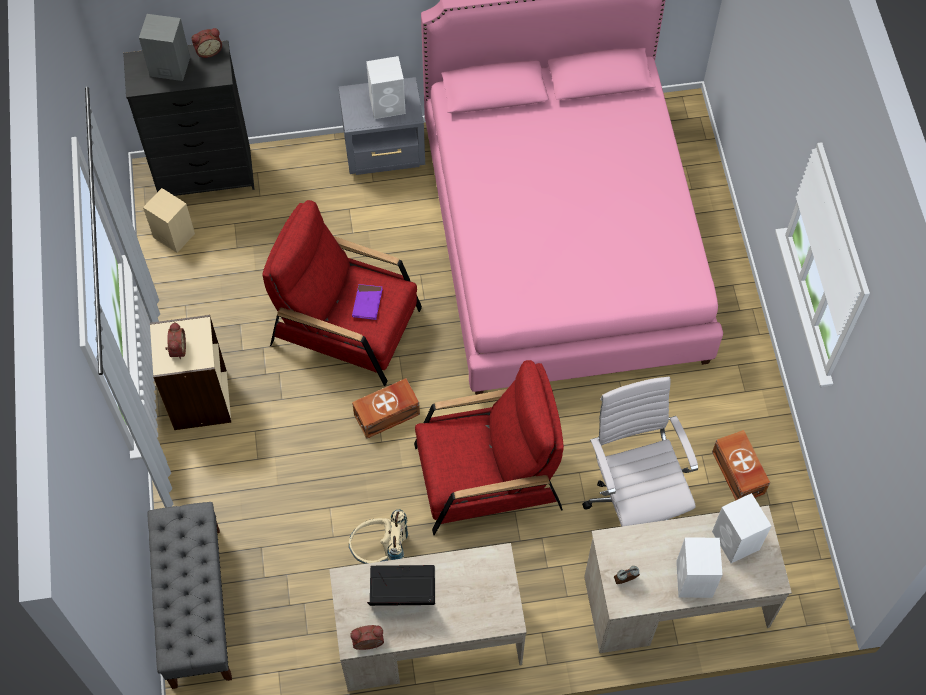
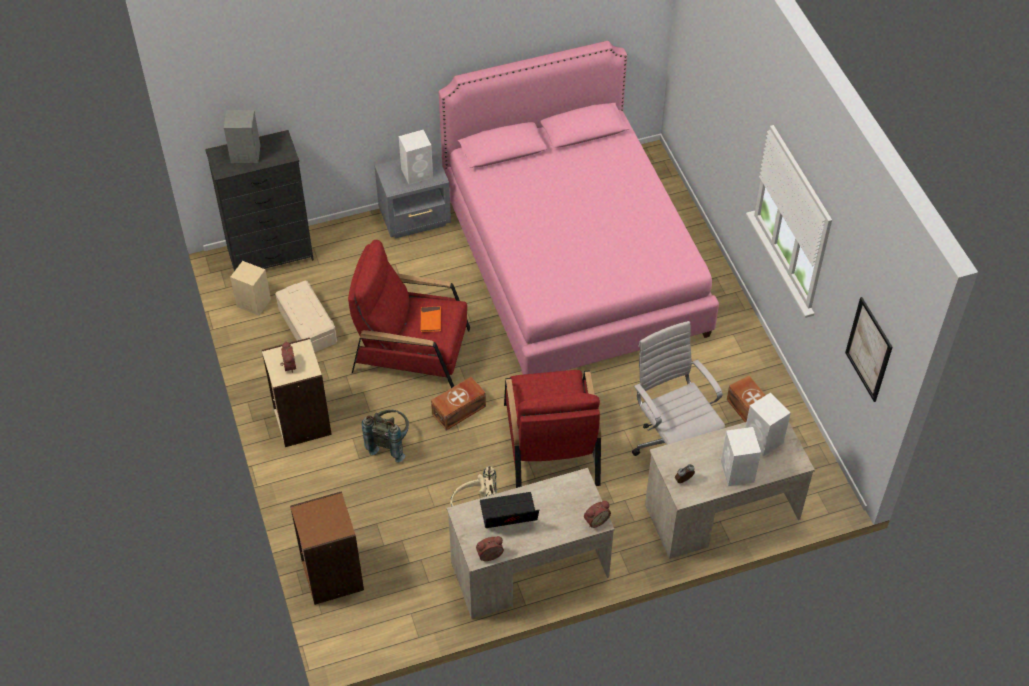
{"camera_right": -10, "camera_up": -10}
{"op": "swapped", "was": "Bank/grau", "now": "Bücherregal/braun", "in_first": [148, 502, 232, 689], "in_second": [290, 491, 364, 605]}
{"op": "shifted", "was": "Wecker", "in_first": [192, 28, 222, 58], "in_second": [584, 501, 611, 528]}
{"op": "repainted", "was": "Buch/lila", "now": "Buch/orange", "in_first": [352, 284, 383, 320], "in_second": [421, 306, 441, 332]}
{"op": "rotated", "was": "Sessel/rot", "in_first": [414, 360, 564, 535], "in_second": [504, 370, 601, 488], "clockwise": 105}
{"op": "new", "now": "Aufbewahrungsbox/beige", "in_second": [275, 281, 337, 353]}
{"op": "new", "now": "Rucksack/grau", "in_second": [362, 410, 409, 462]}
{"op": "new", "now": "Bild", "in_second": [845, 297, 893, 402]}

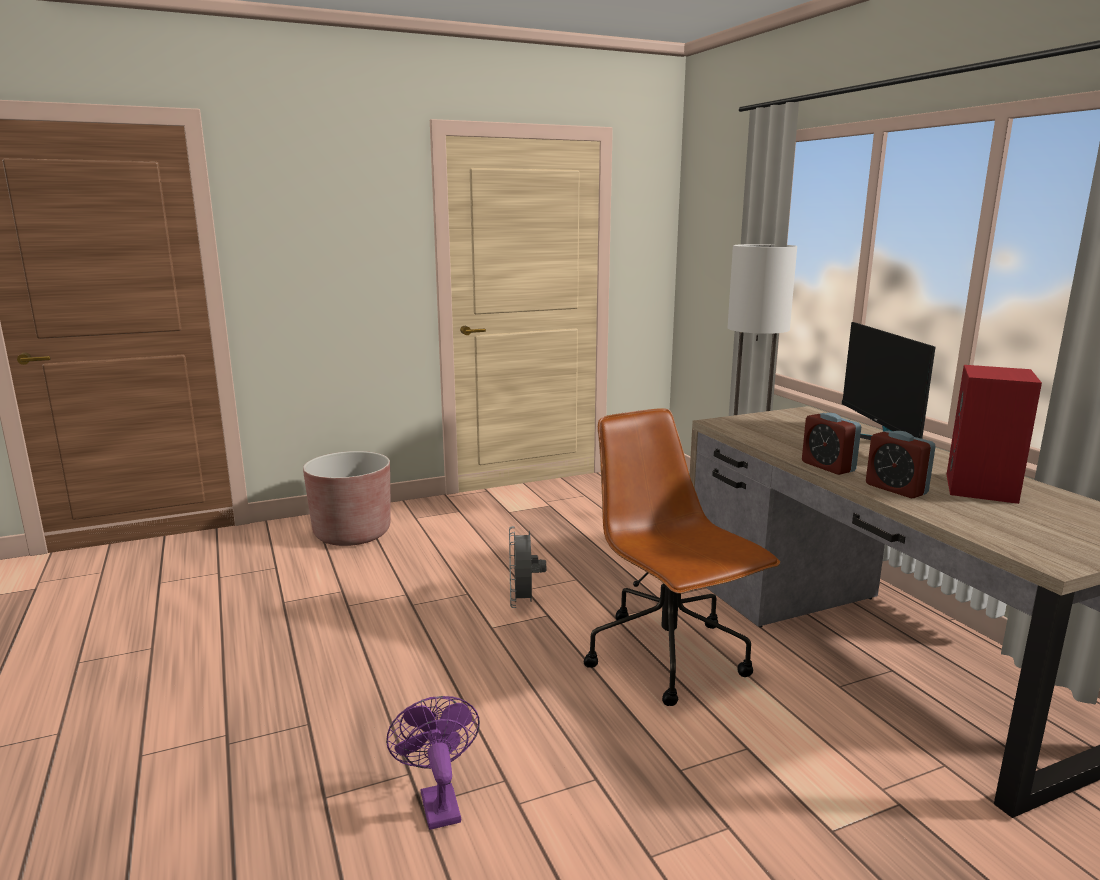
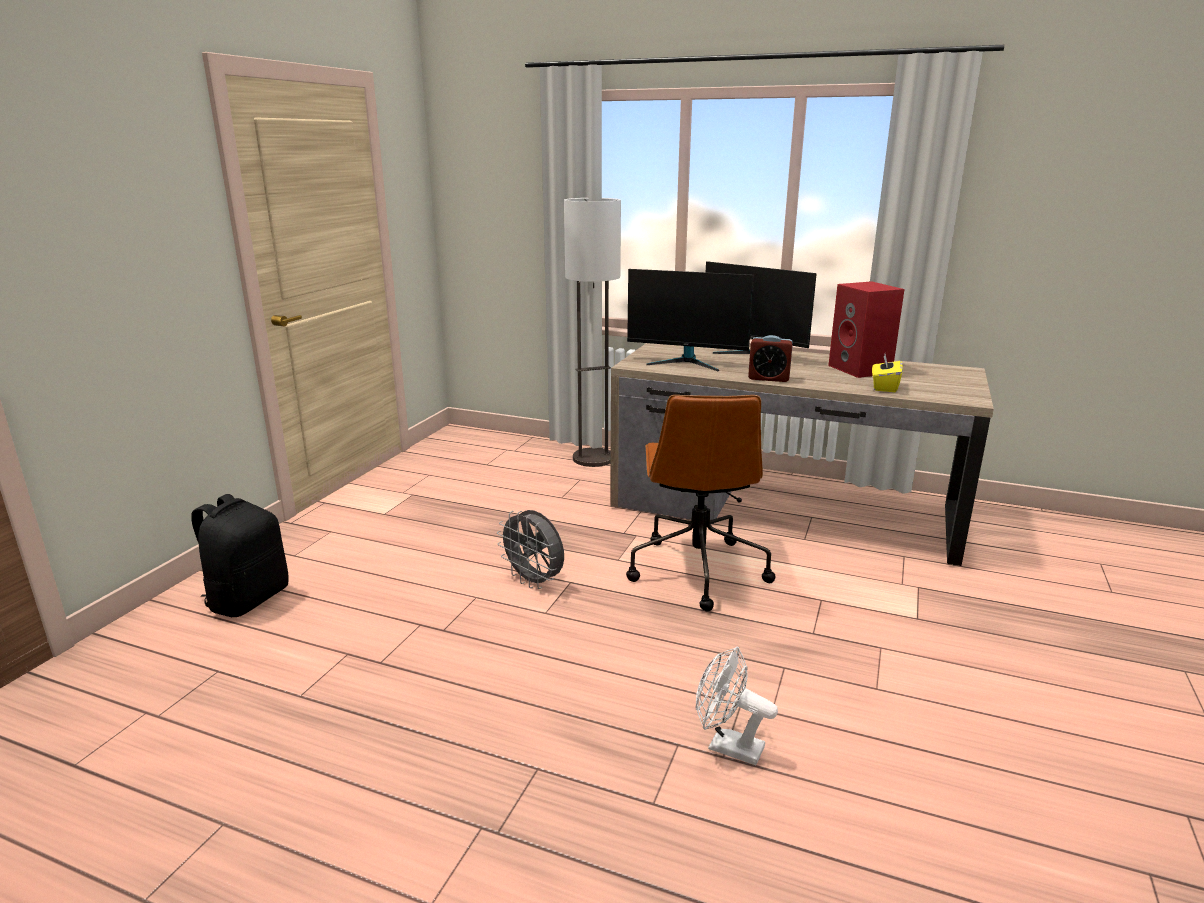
{"camera_right": -45, "camera_up": 5}
{"op": "swapped", "was": "Pflanzkübel/braun", "now": "Rucksack/schwarz", "in_first": [303, 451, 391, 546], "in_second": [191, 494, 288, 617]}
{"op": "repainted", "was": "Ventilator/lila", "now": "Ventilator/weiß", "in_first": [386, 696, 480, 830], "in_second": [696, 646, 778, 765]}
{"op": "rotated", "was": "Bürostuhl/braun", "in_first": [584, 408, 781, 706], "in_second": [626, 395, 776, 612], "clockwise": -105}
{"op": "gone", "was": "Wecker", "in_first": [866, 430, 936, 498]}
{"op": "new", "now": "Monitor", "in_second": [627, 269, 754, 371]}
{"op": "new", "now": "Taschentuchbox/gelb", "in_second": [872, 354, 903, 392]}

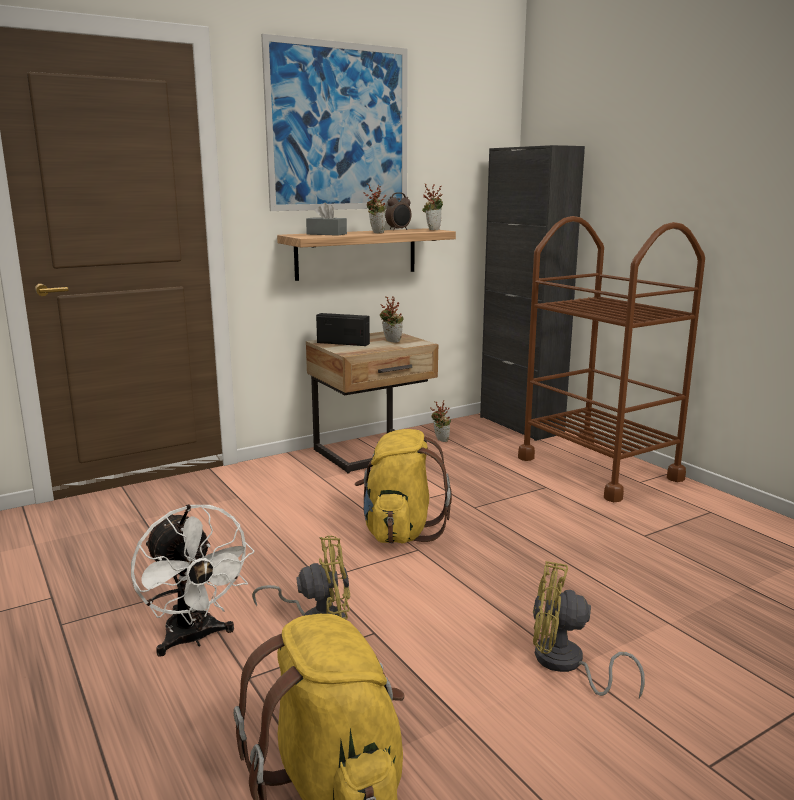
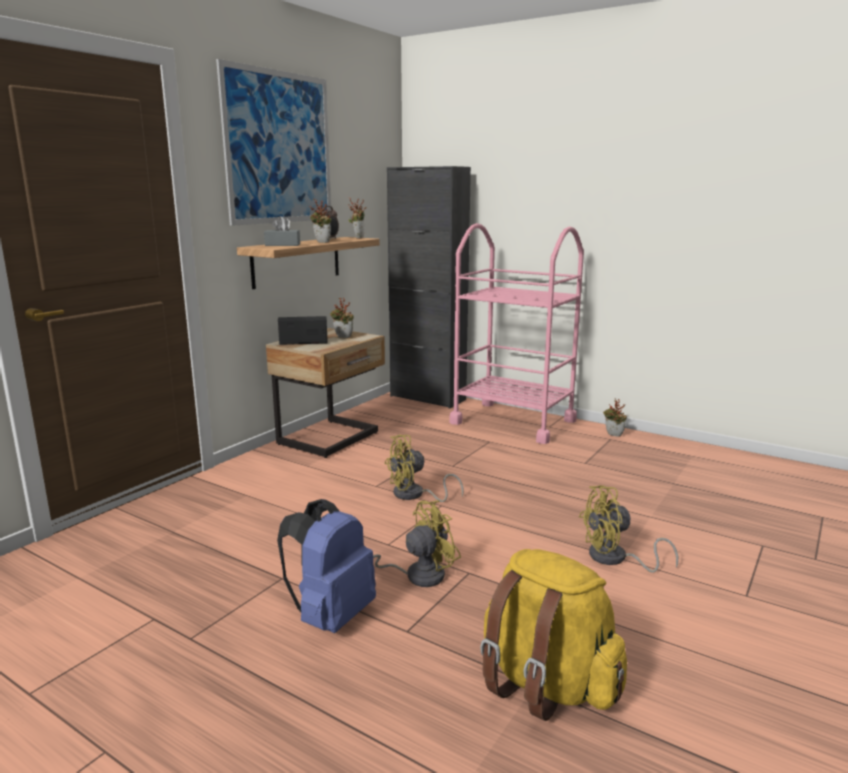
{"camera_right": -25, "camera_up": 0}
{"op": "swapped", "was": "Ventilator/weiß", "now": "Rucksack/blau", "in_first": [131, 504, 254, 657], "in_second": [277, 499, 376, 633]}
{"op": "swapped", "was": "Rucksack/gelb", "now": "Ventilator/gelb", "in_first": [355, 429, 452, 543], "in_second": [385, 435, 464, 502]}
{"op": "shifted", "was": "Topfpflanze", "in_first": [430, 400, 451, 442], "in_second": [603, 398, 627, 437]}
{"op": "repainted", "was": "Rollwagen/braun", "now": "Rollwagen/rosa", "in_first": [518, 216, 705, 502], "in_second": [449, 223, 584, 444]}

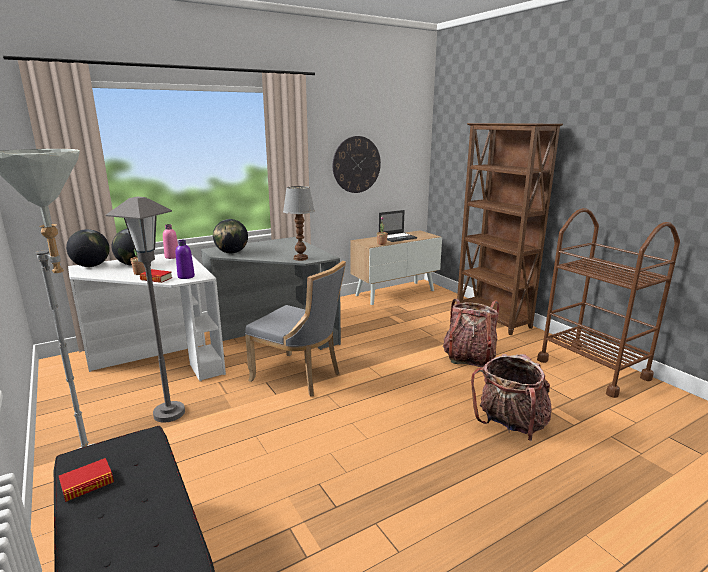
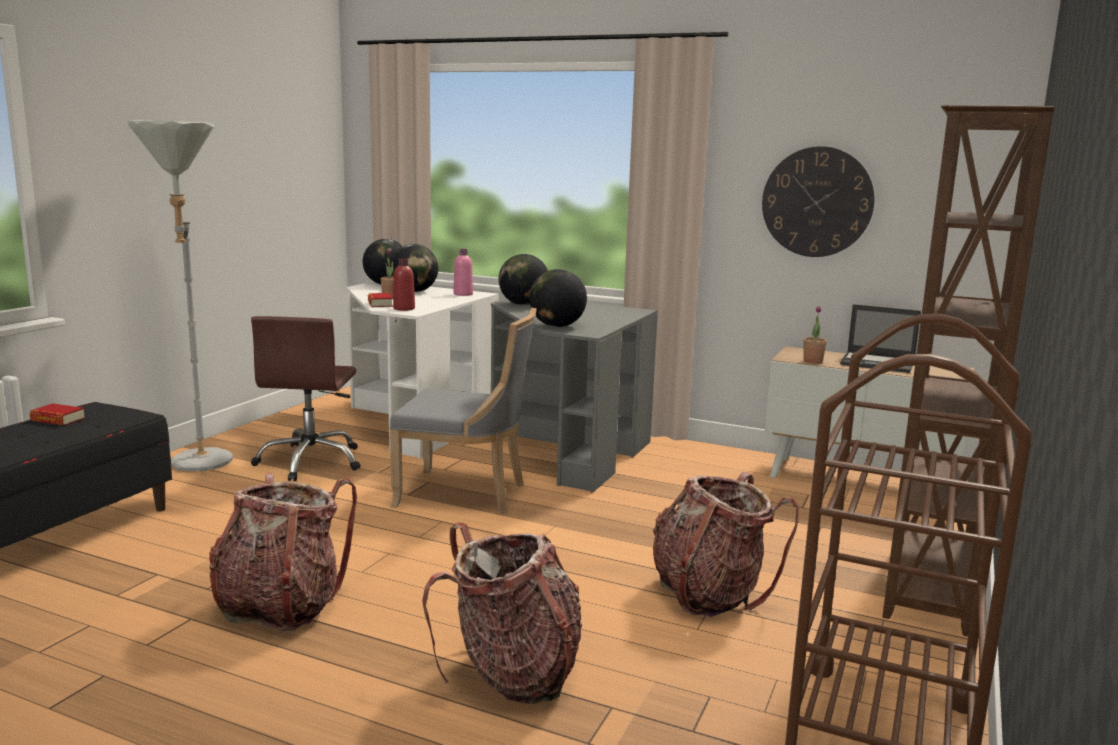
{"camera_right": 55, "camera_up": -5}
{"op": "swapped", "was": "Stehlampe/grau", "now": "Bürostuhl/braun", "in_first": [106, 197, 185, 422], "in_second": [251, 316, 361, 481]}
{"op": "repainted", "was": "Flasche/lila", "now": "Flasche/rot", "in_first": [176, 240, 195, 279], "in_second": [393, 259, 415, 311]}
{"op": "rotated", "was": "Stuhl/grau", "in_first": [245, 261, 346, 397], "in_second": [390, 307, 537, 514], "clockwise": -75}
{"op": "swapped", "was": "Tischlampe", "now": "Globus", "in_first": [283, 186, 315, 261], "in_second": [529, 269, 587, 327]}
{"op": "new", "now": "Rucksack", "in_second": [209, 473, 357, 631]}

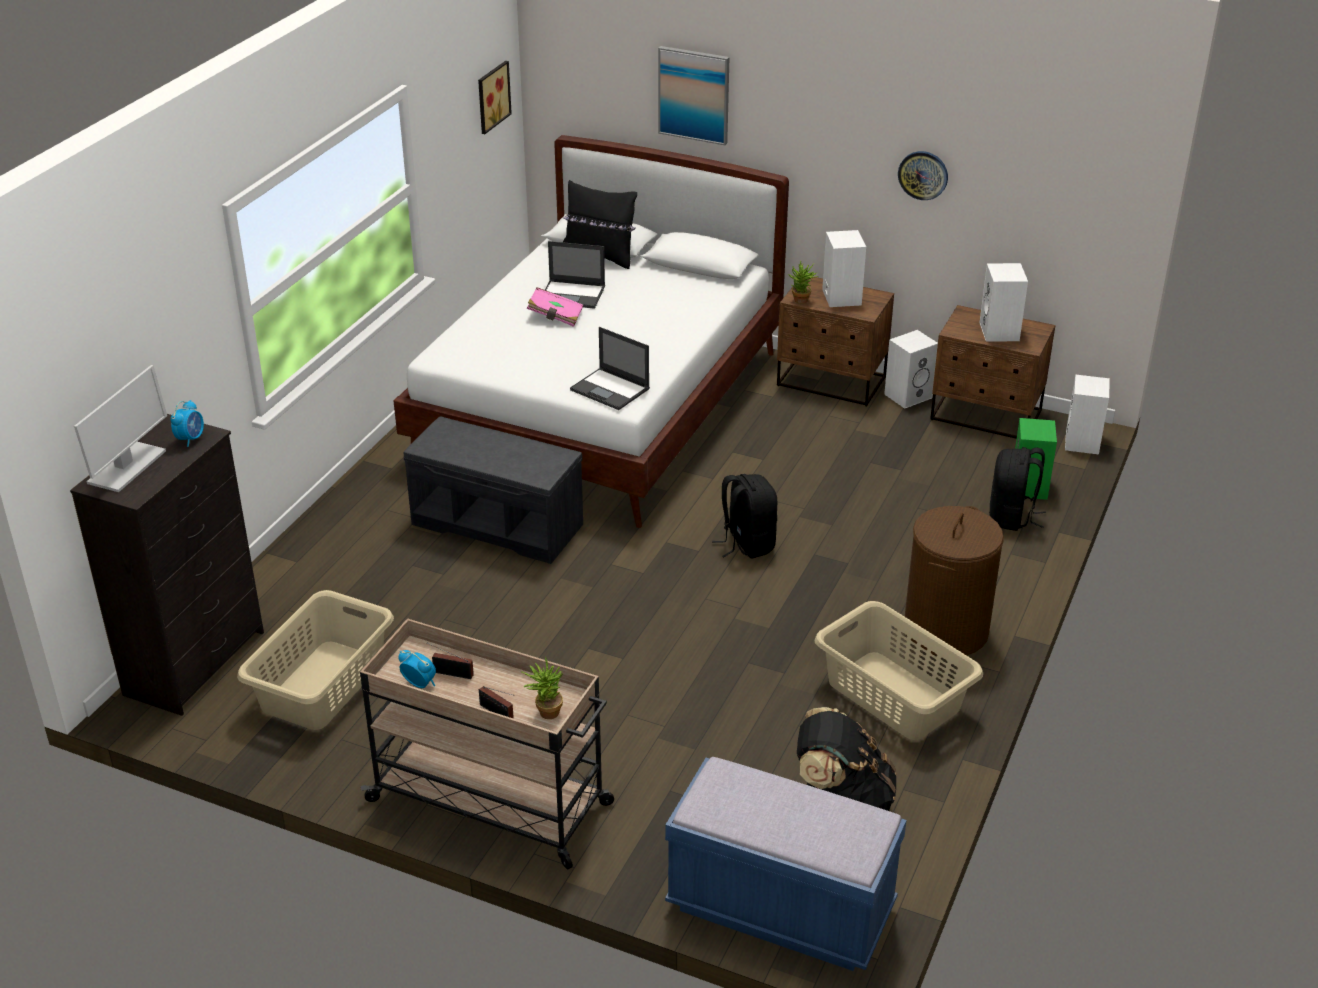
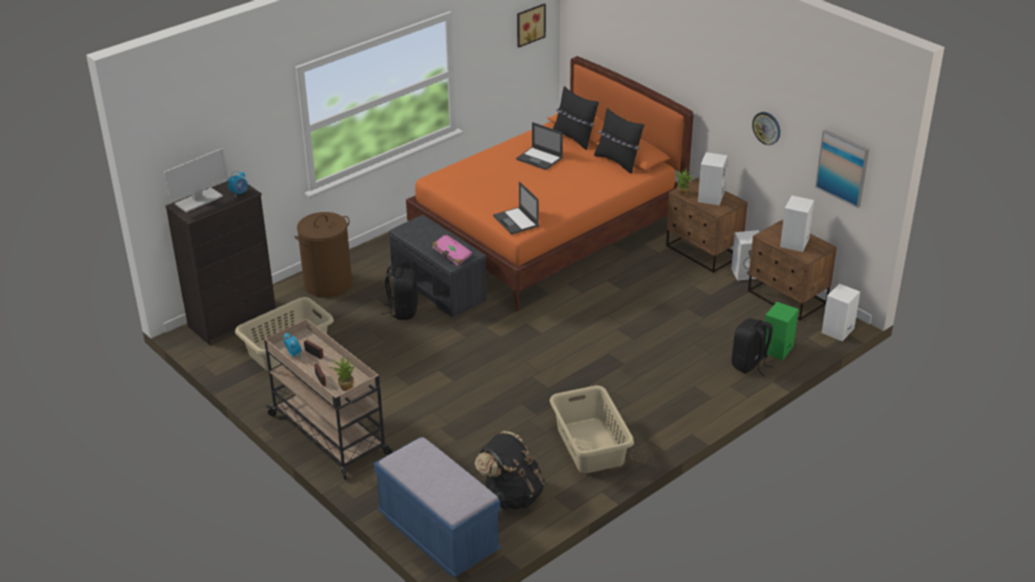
{"camera_right": 25, "camera_up": 0}
{"op": "repainted", "was": "Bett/weiß", "now": "Bett/orange", "in_first": [393, 135, 789, 528], "in_second": [406, 56, 694, 311]}
{"op": "shifted", "was": "Buch/rosa", "in_first": [527, 287, 583, 327], "in_second": [432, 234, 472, 266]}
{"op": "shifted", "was": "Bild", "in_first": [658, 46, 730, 145], "in_second": [815, 129, 869, 208]}
{"op": "shifted", "was": "Rucksack/schwarz", "in_first": [712, 474, 777, 559], "in_second": [382, 265, 418, 320]}
{"op": "shifted", "was": "Wäschekorb/braun", "in_first": [905, 506, 1004, 656], "in_second": [294, 212, 352, 298]}
{"op": "new", "now": "Kissen/schwarz", "in_second": [594, 108, 644, 174]}

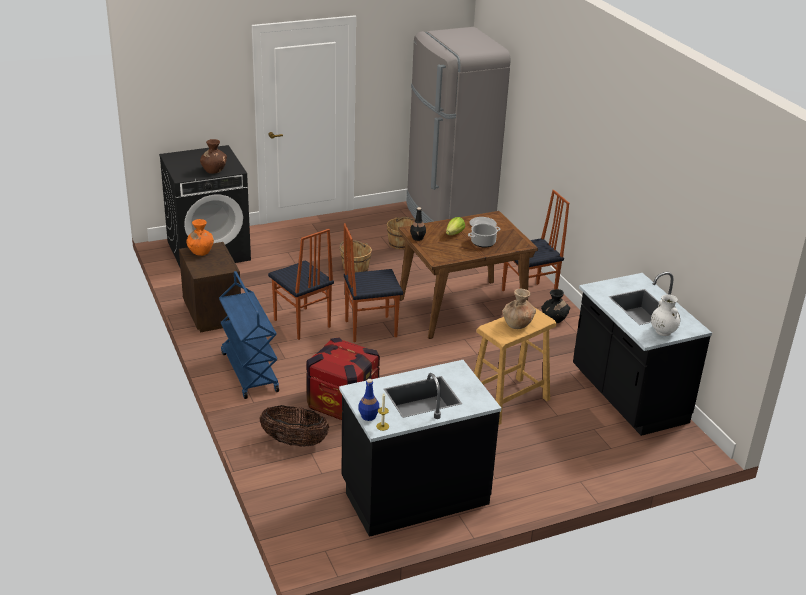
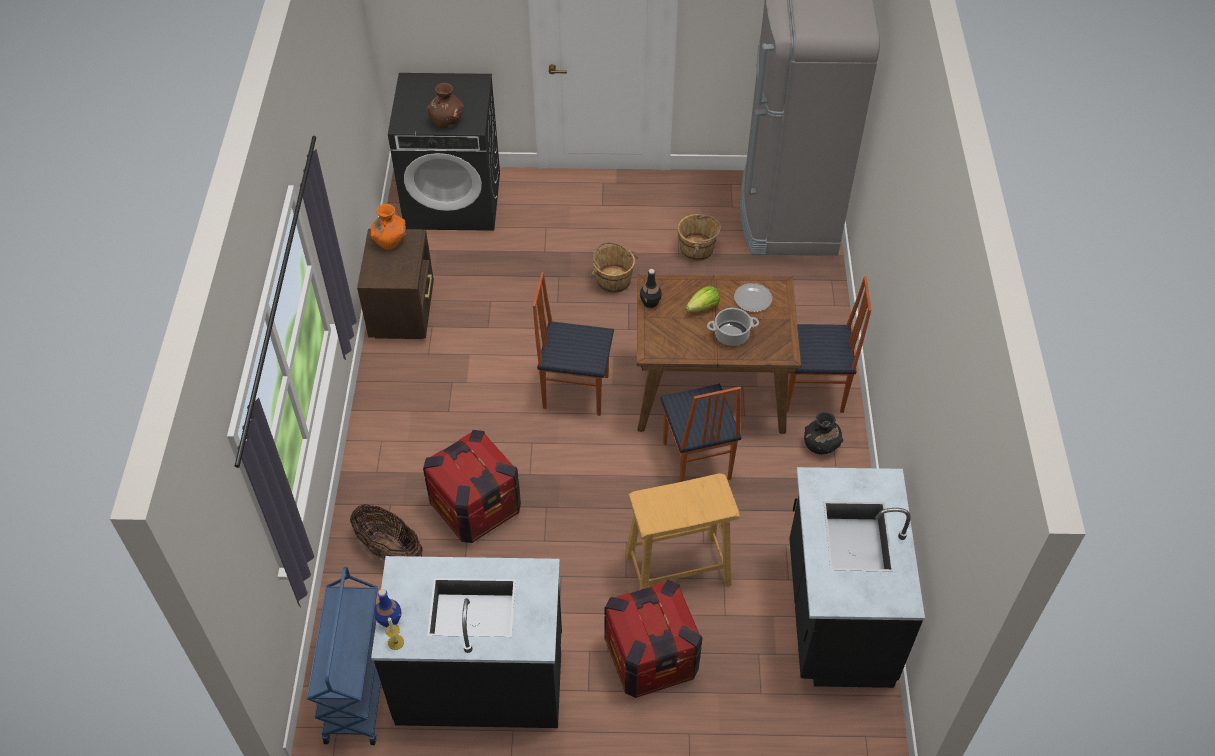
{"camera_right": 25, "camera_up": 20}
{"op": "shifted", "was": "Rollwagen/blau", "in_first": [219, 271, 279, 399], "in_second": [307, 567, 381, 745]}
{"op": "shifted", "was": "Stuhl", "in_first": [268, 229, 334, 340], "in_second": [660, 384, 742, 482]}
{"op": "gone", "was": "Vase/braun", "in_first": [502, 288, 536, 329]}
{"op": "gone", "was": "Vase/weiß", "in_first": [651, 294, 680, 336]}
{"op": "new", "now": "Kiste", "in_second": [605, 580, 702, 698]}

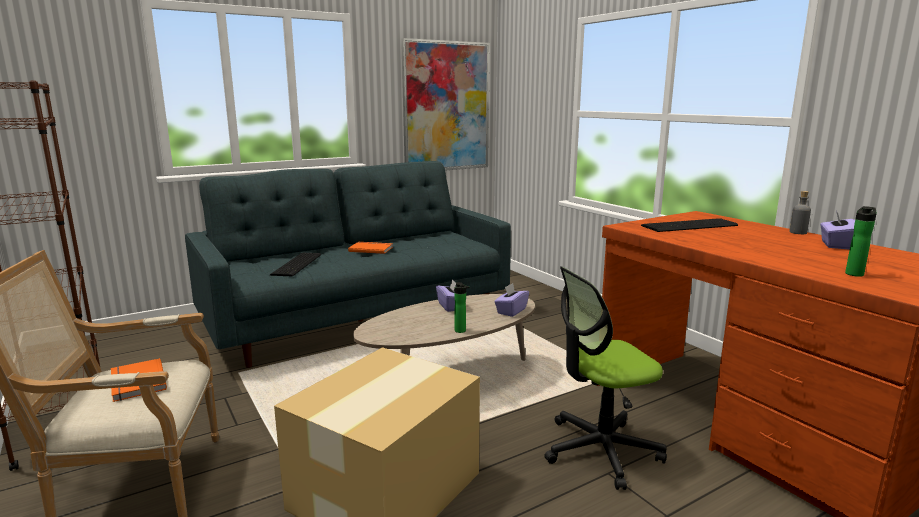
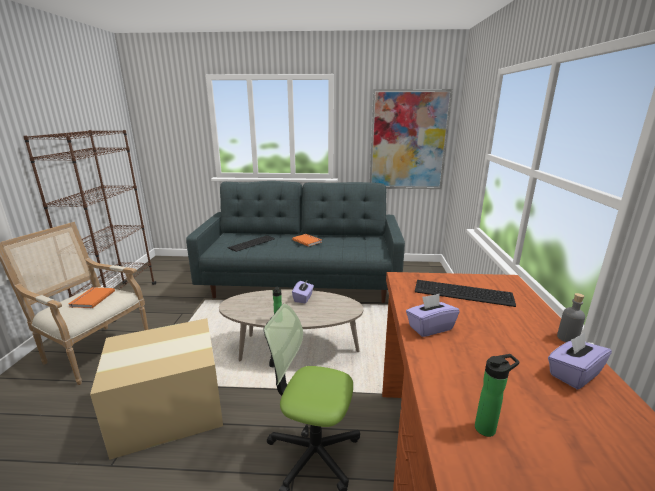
{"camera_right": 35, "camera_up": 5}
{"op": "shifted", "was": "Taschentuchbox/lila", "in_first": [494, 283, 529, 317], "in_second": [406, 294, 460, 337]}

